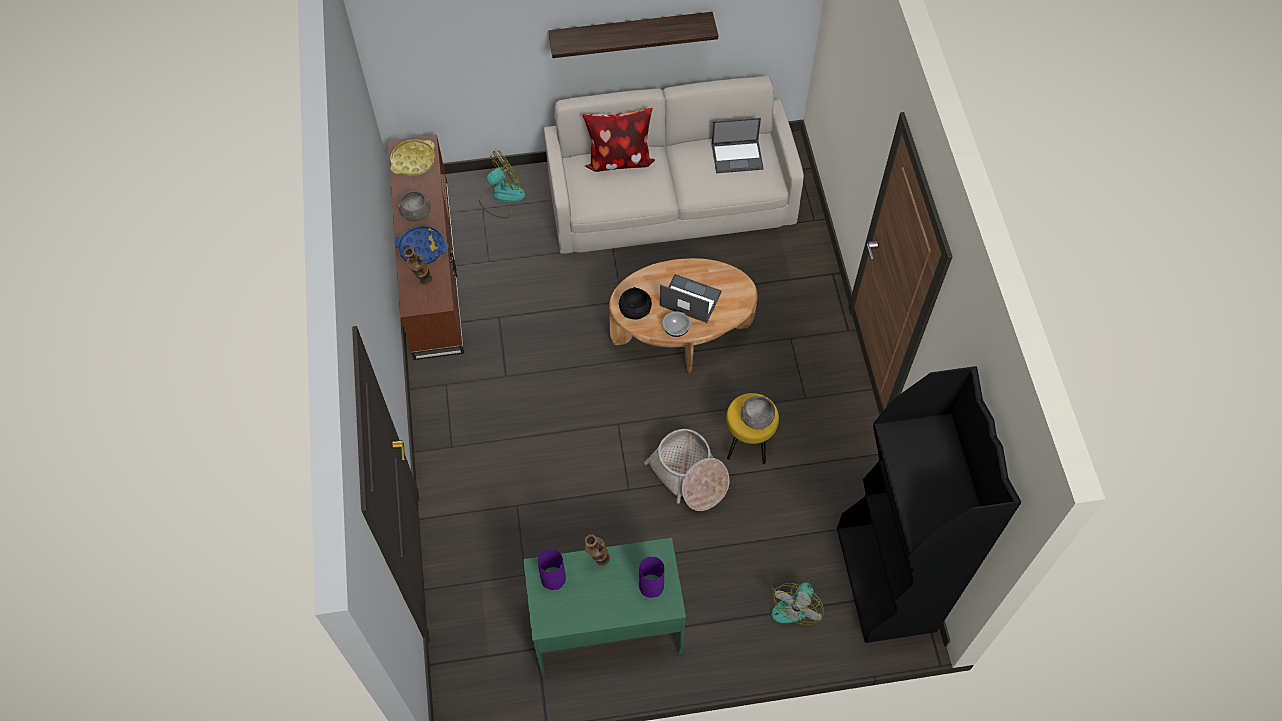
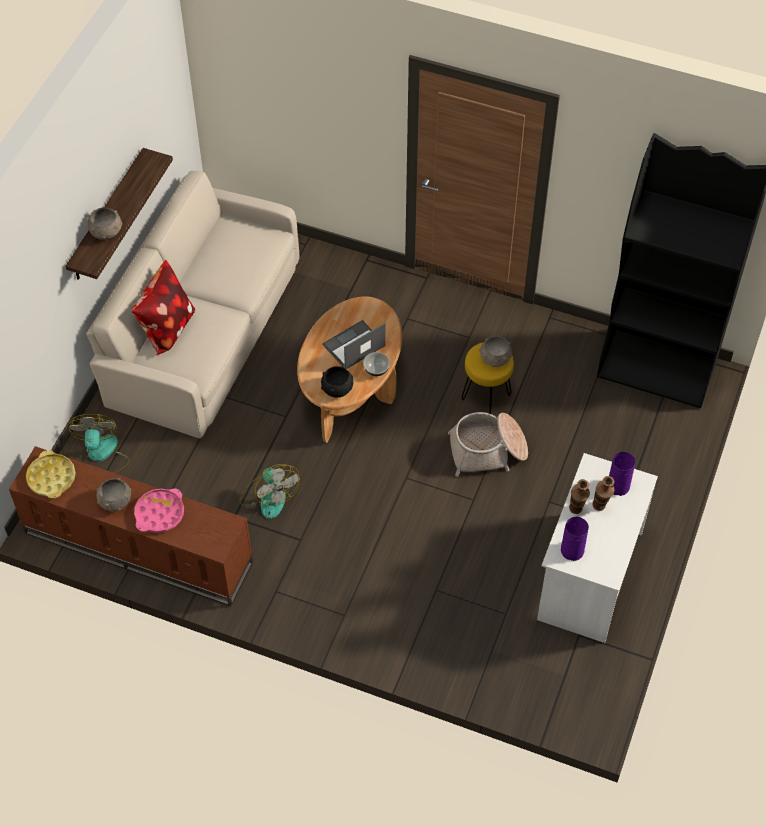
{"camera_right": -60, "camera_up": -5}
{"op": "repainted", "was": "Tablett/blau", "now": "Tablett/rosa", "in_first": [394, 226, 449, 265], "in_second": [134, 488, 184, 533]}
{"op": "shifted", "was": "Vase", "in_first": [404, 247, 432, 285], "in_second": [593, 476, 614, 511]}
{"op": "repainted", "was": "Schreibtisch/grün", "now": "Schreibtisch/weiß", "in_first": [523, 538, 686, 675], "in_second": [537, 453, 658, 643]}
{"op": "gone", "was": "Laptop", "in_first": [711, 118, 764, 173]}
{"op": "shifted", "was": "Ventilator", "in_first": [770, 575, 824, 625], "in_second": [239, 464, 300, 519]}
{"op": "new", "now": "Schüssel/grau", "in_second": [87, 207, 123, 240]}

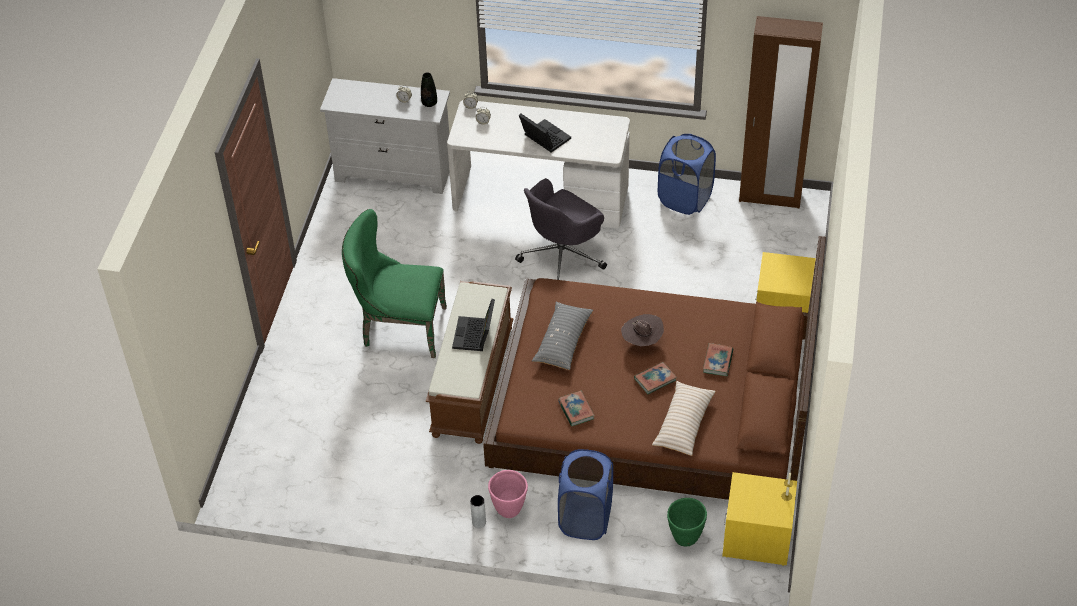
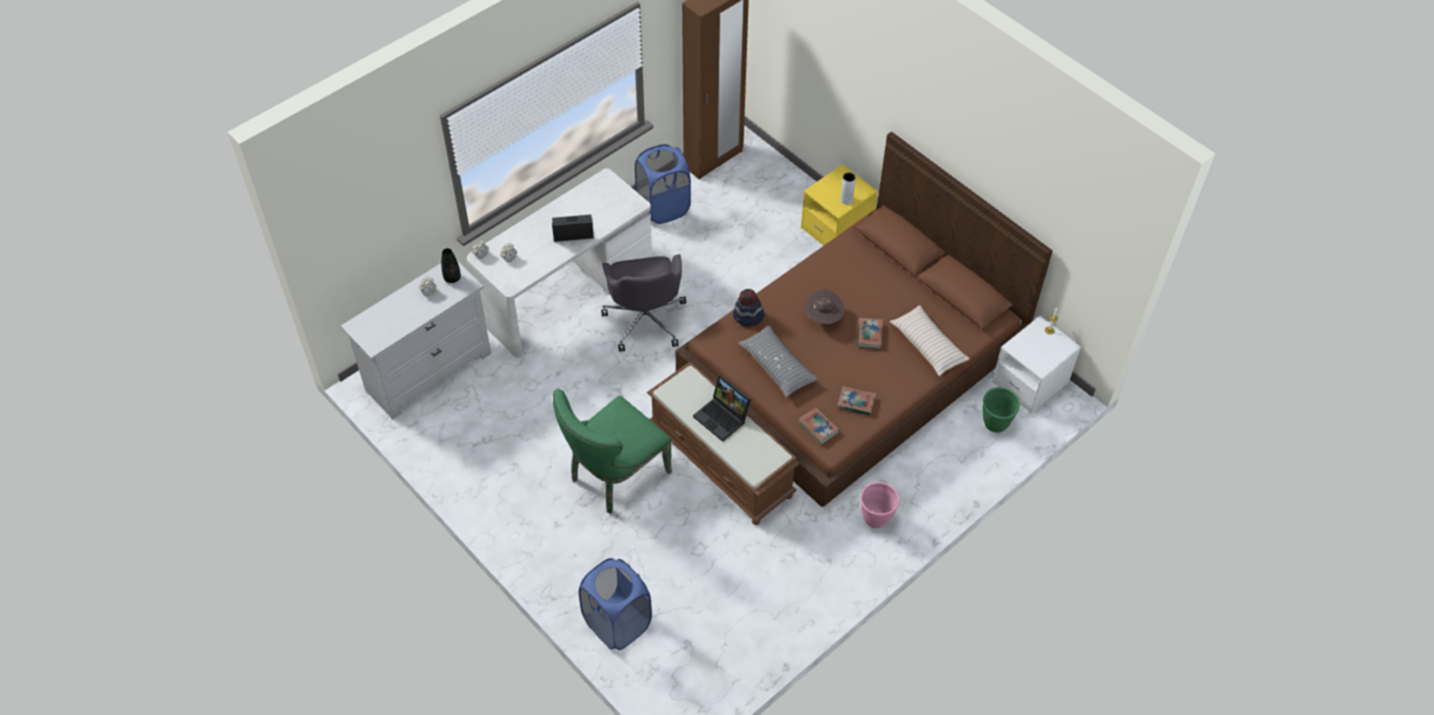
{"camera_right": -55, "camera_up": 5}
{"op": "shifted", "was": "Vase/grau", "in_first": [470, 495, 486, 528], "in_second": [841, 172, 856, 205]}
{"op": "shifted", "was": "Wäschekorb/blau", "in_first": [558, 449, 613, 540], "in_second": [579, 558, 652, 650]}
{"op": "shifted", "was": "Buch", "in_first": [703, 343, 733, 376], "in_second": [798, 407, 840, 445]}
{"op": "repainted", "was": "Nachttisch/gelb", "now": "Nachttisch/weiß", "in_first": [722, 472, 797, 566], "in_second": [992, 316, 1081, 413]}
{"op": "new", "now": "Hut", "in_second": [733, 289, 765, 326]}

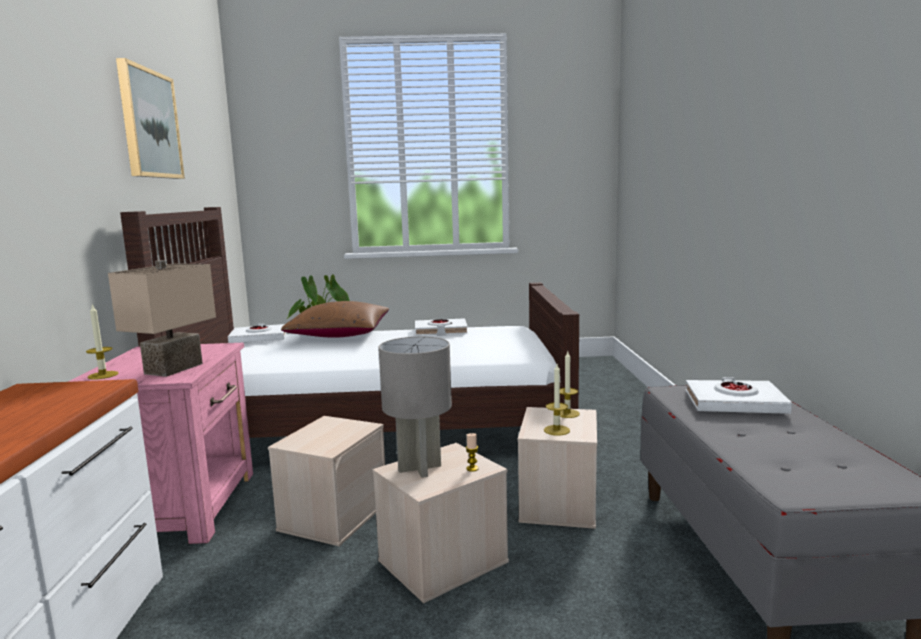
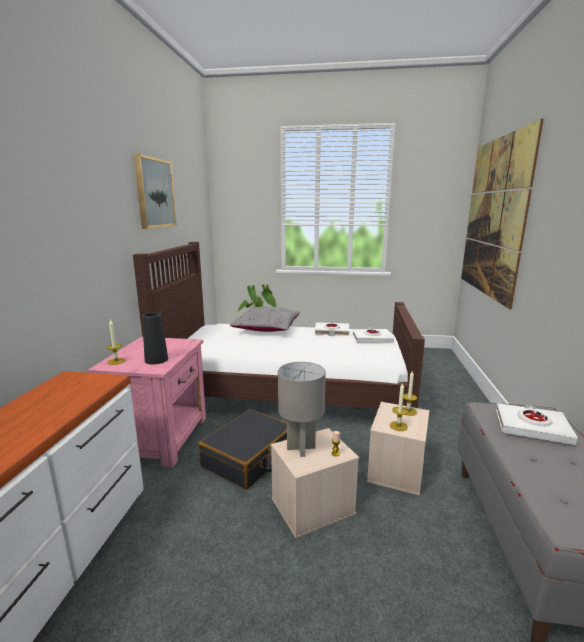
{"camera_right": 10, "camera_up": 5}
{"op": "swapped", "was": "Tischlampe/beige", "now": "Vase/schwarz", "in_first": [108, 260, 216, 377], "in_second": [142, 312, 168, 364]}
{"op": "shifted", "was": "Buch/weiß", "in_first": [228, 323, 287, 343], "in_second": [352, 328, 394, 343]}
{"op": "swapped", "was": "Aufbewahrungsbox/beige", "now": "Koffer/schwarz", "in_first": [268, 416, 385, 546], "in_second": [198, 409, 287, 489]}
{"op": "repainted", "was": "Kissen/braun", "now": "Kissen/grau", "in_first": [281, 301, 389, 338], "in_second": [230, 307, 300, 332]}
{"op": "new", "now": "Bild", "in_second": [461, 119, 544, 309]}

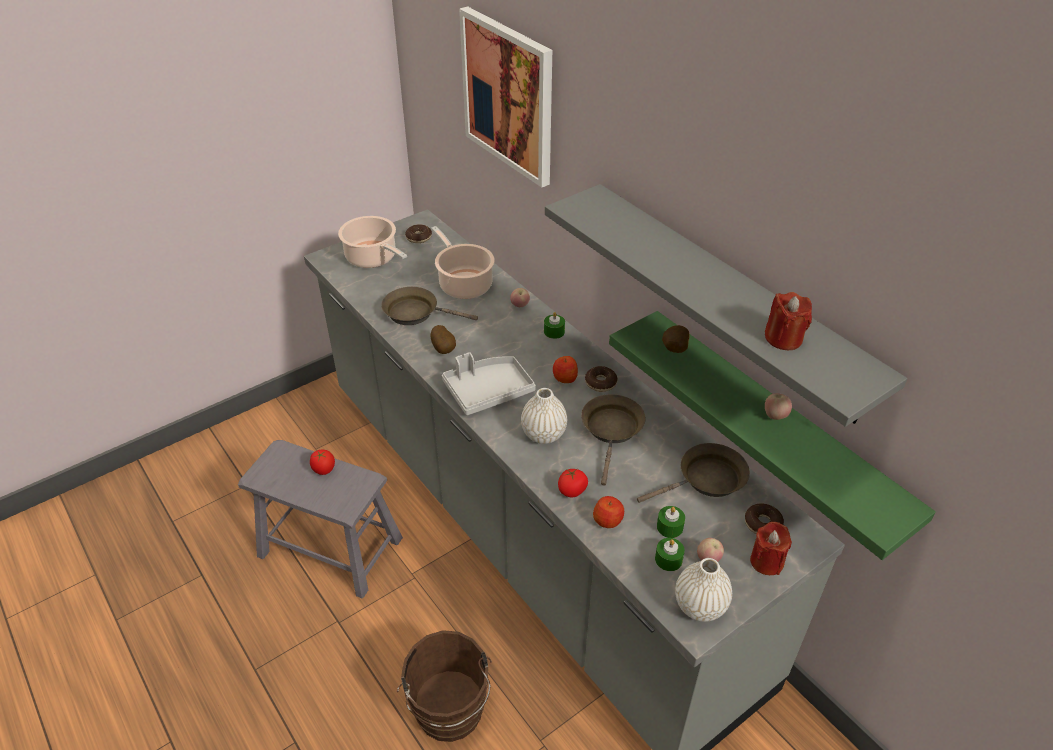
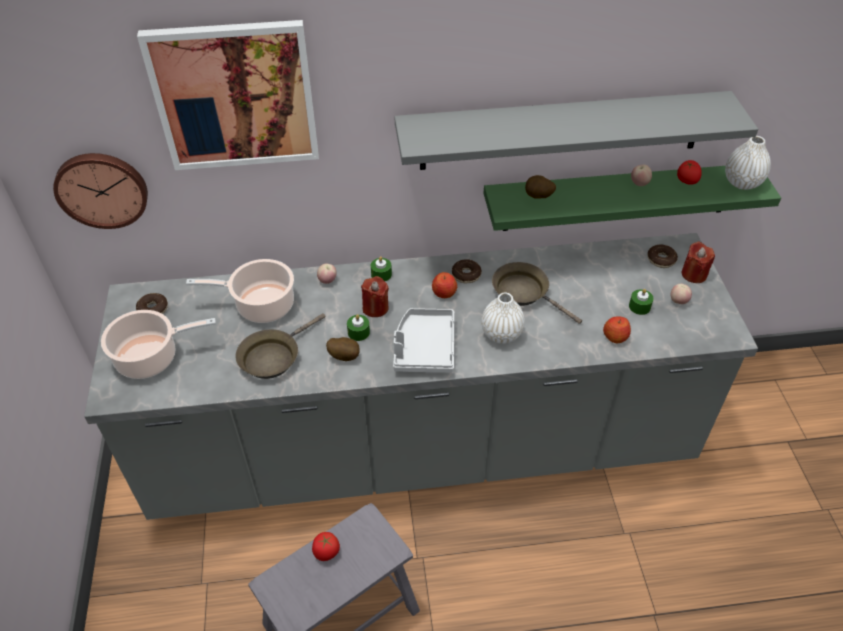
{"camera_right": -60, "camera_up": 5}
{"op": "gone", "was": "Eimer/braun", "in_first": [397, 630, 492, 742]}
{"op": "shifted", "was": "Tomate", "in_first": [558, 469, 588, 497], "in_second": [677, 160, 702, 185]}
{"op": "gone", "was": "Pfanne/braun", "in_first": [637, 443, 750, 503]}
{"op": "shifted", "was": "Kerze/grün", "in_first": [655, 538, 685, 571], "in_second": [347, 314, 370, 341]}
{"op": "shifted", "was": "Vase/weiß", "in_first": [675, 558, 732, 622], "in_second": [725, 136, 771, 190]}
{"op": "shifted", "was": "Kerze/rot", "in_first": [765, 292, 812, 350], "in_second": [361, 276, 389, 317]}
{"op": "new", "now": "Wanduhr", "in_second": [53, 153, 148, 229]}

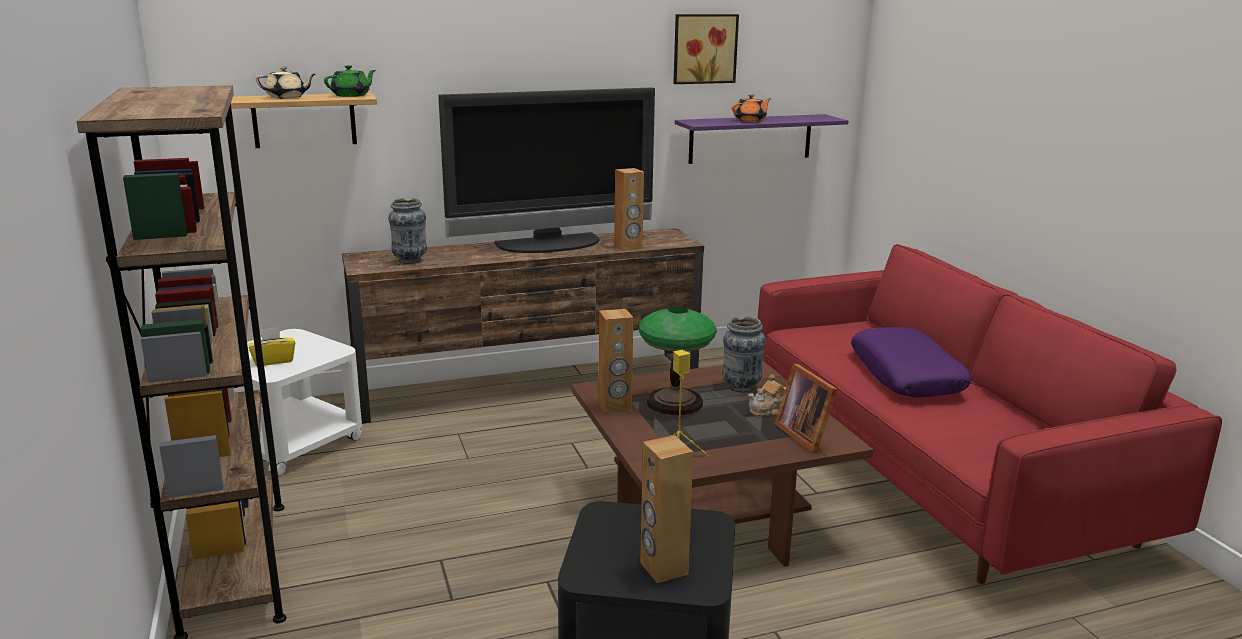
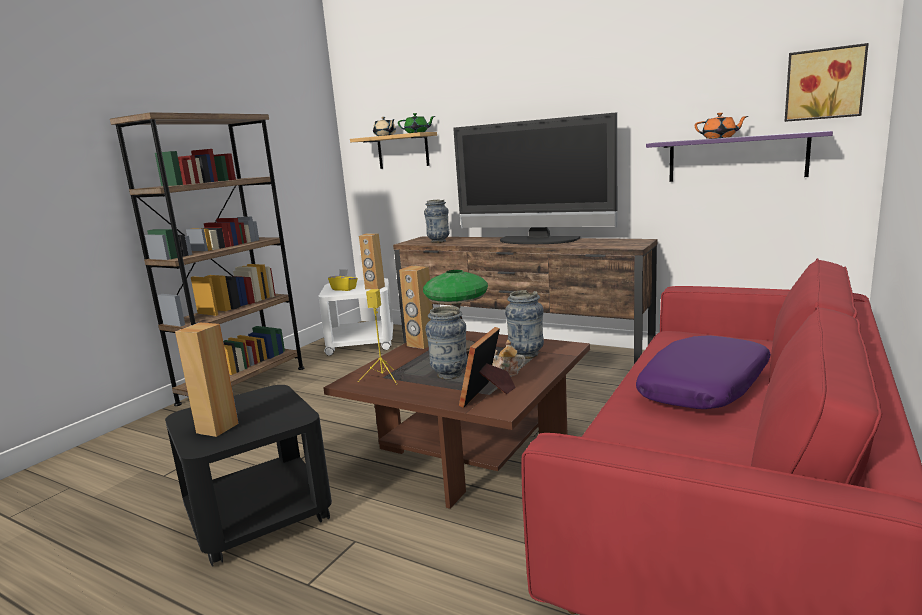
{"camera_right": 50, "camera_up": -5}
{"op": "shifted", "was": "Lautsprecher/braun", "in_first": [614, 168, 644, 251], "in_second": [359, 233, 385, 290]}
{"op": "shifted", "was": "Bild", "in_first": [673, 14, 739, 84], "in_second": [785, 43, 869, 122]}
{"op": "new", "now": "Vase", "in_second": [425, 306, 468, 379]}

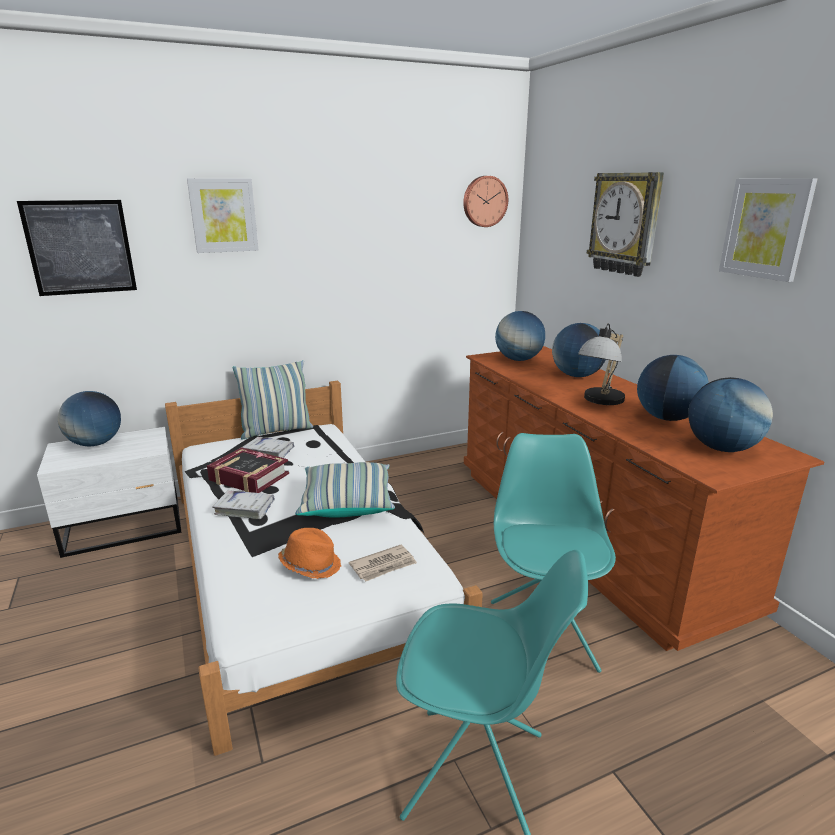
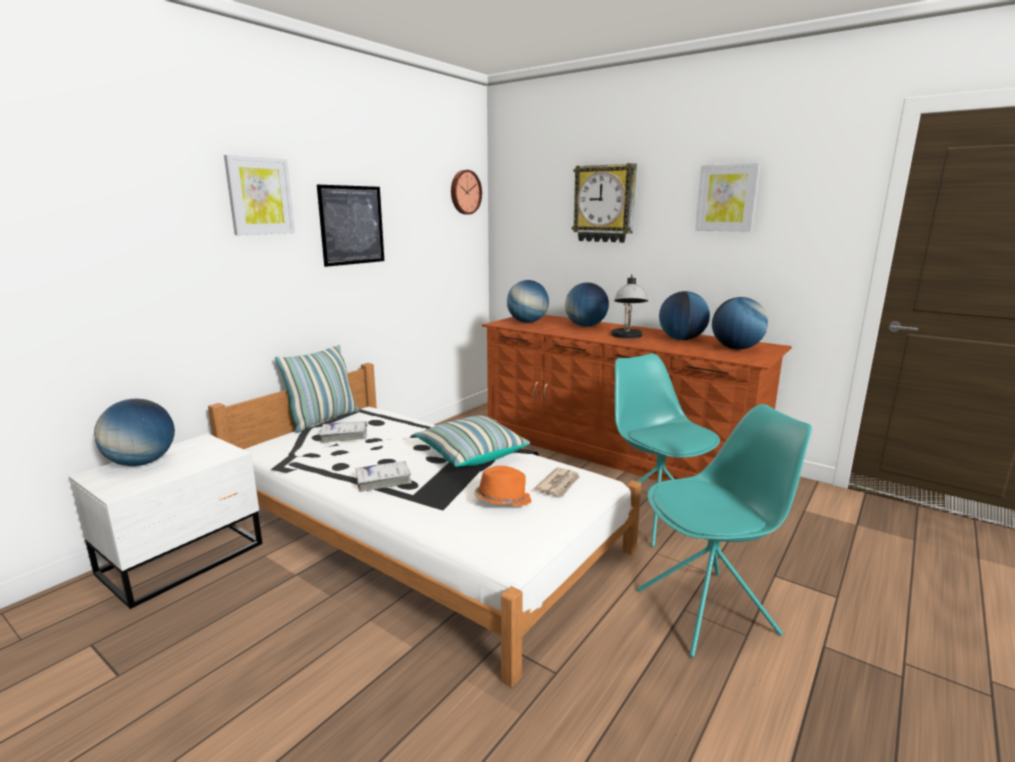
{"camera_right": -30, "camera_up": -5}
{"op": "shifted", "was": "Bild", "in_first": [17, 200, 137, 296], "in_second": [317, 185, 384, 267]}
{"op": "gone", "was": "Buch", "in_first": [207, 447, 289, 493]}

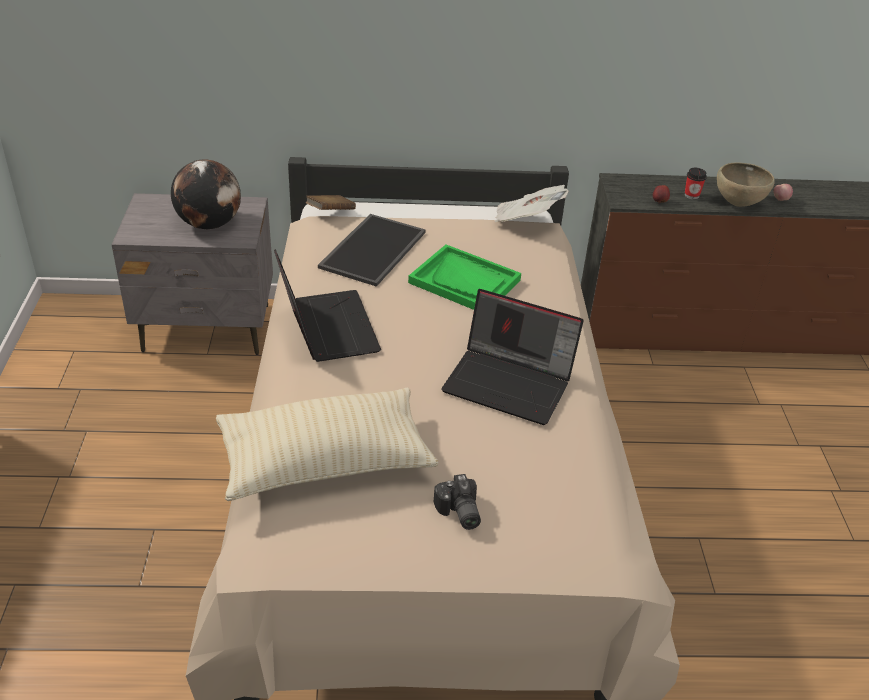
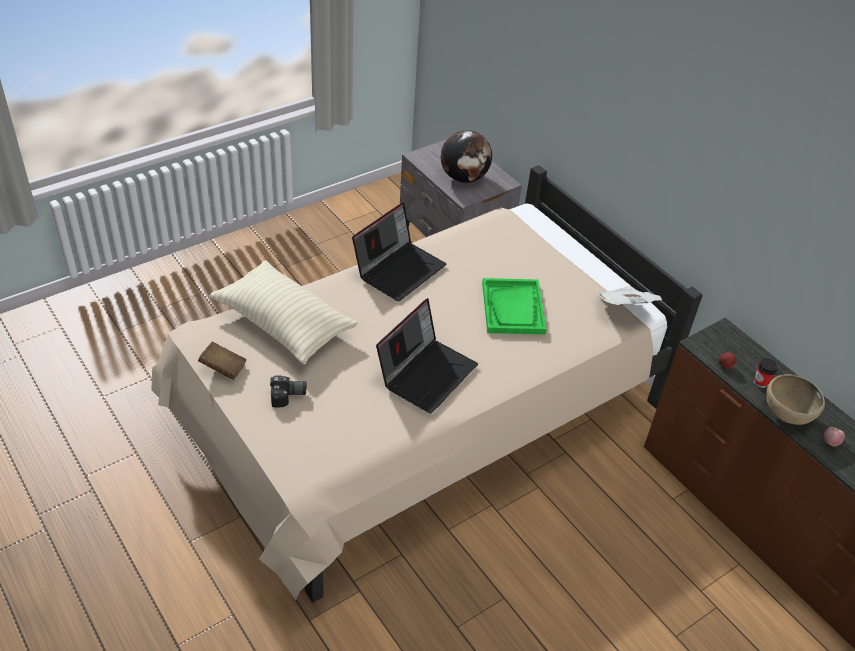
{"camera_right": 55, "camera_up": 5}
{"op": "shifted", "was": "Buch/braun", "in_first": [306, 195, 356, 210], "in_second": [198, 341, 247, 380]}
{"op": "gone", "was": "Tablett", "in_first": [318, 214, 426, 287]}
{"op": "rotated", "was": "Kamera", "in_first": [434, 474, 481, 530], "in_second": [270, 375, 306, 407], "clockwise": -135}
{"op": "rotated", "was": "Laptop", "in_first": [442, 289, 584, 425], "in_second": [376, 298, 478, 414], "clockwise": -135}

